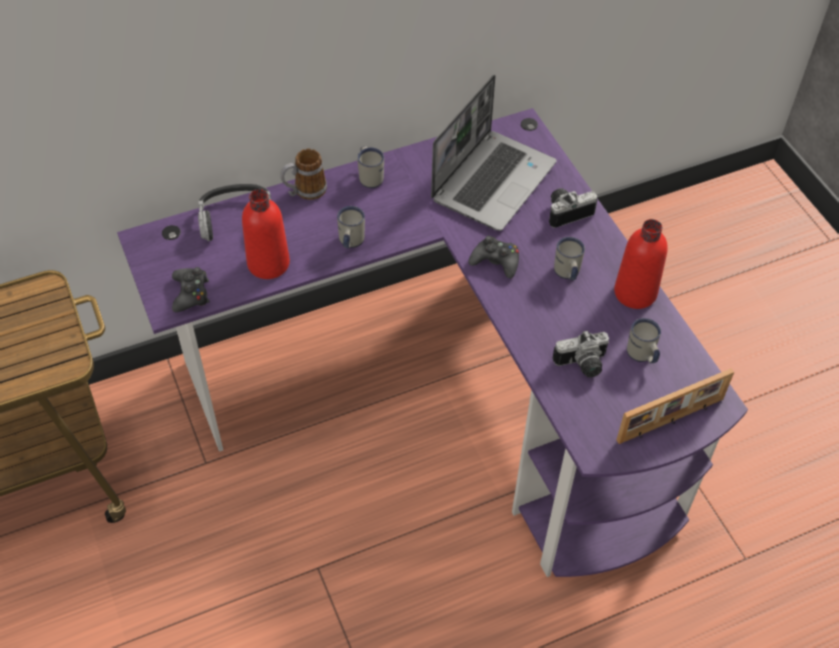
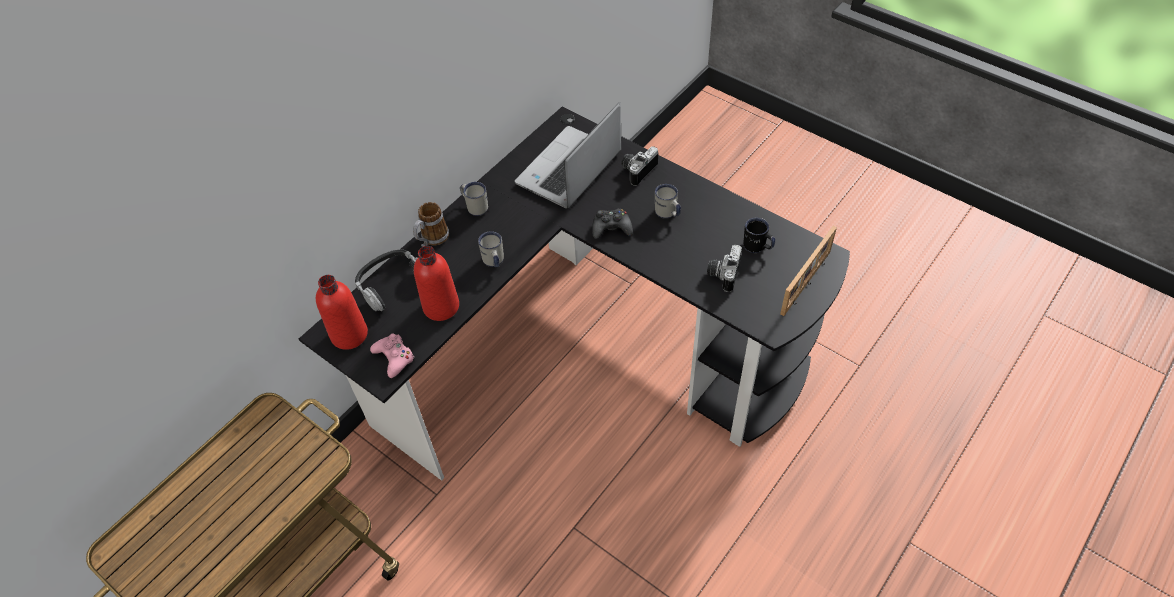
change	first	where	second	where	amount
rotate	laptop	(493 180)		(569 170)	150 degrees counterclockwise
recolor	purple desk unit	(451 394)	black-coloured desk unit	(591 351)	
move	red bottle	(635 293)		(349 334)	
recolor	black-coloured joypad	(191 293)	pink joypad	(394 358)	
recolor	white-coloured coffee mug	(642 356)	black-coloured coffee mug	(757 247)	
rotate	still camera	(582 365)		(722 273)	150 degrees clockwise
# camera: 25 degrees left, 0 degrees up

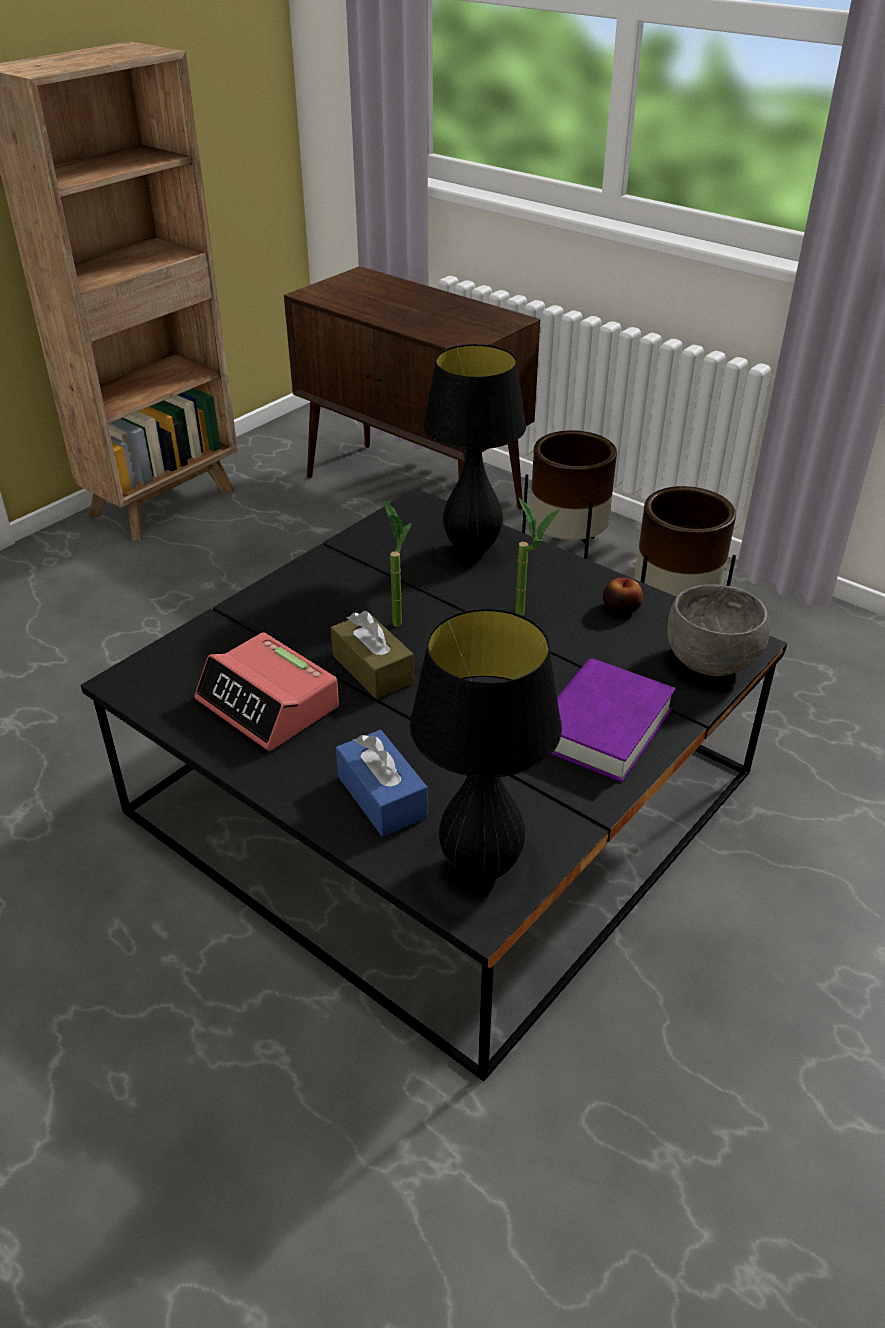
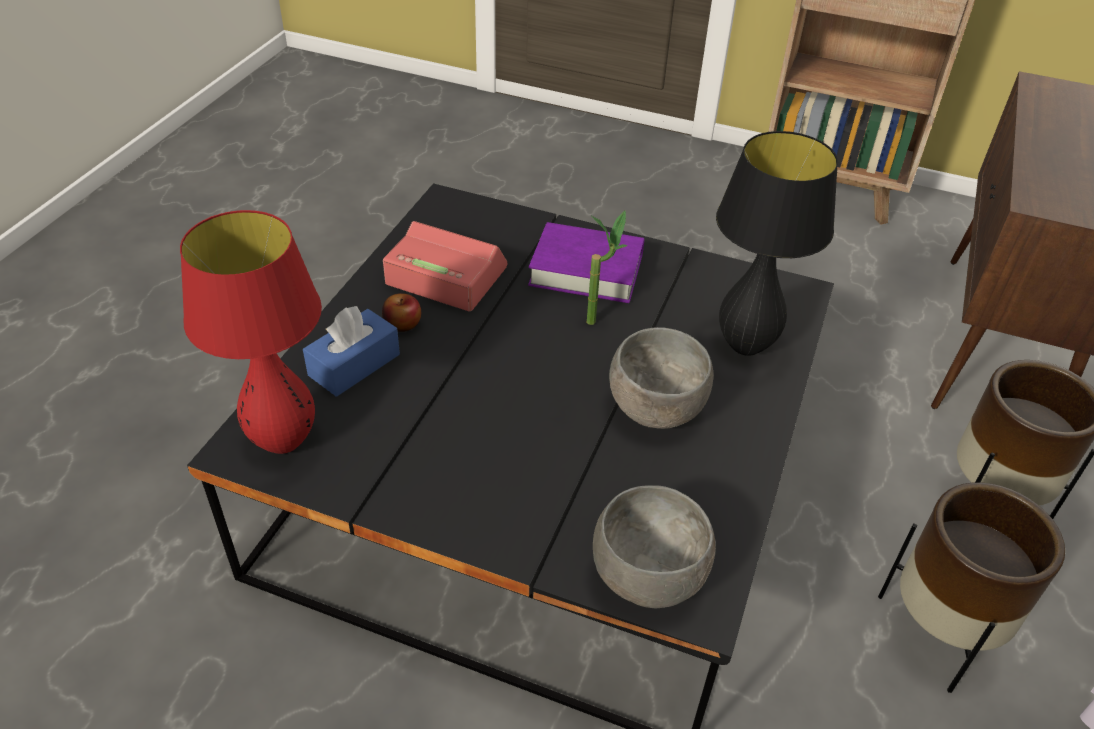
change	first	where	second	where	amount
replace	potted plant	(529 615)	grey deep dish	(654 409)	
move	apple fruit	(621 608)		(402 324)	
recolor	black-coloured table lamp	(480 869)	red table lamp	(283 441)	
delete	brown-coloured tissue box	(372 669)			
rotate	alarm clock	(269 704)		(445 276)	90 degrees clockwise
move	purple volume	(602 727)		(586 270)	
# camera: 70 degrees right, 5 degrees up

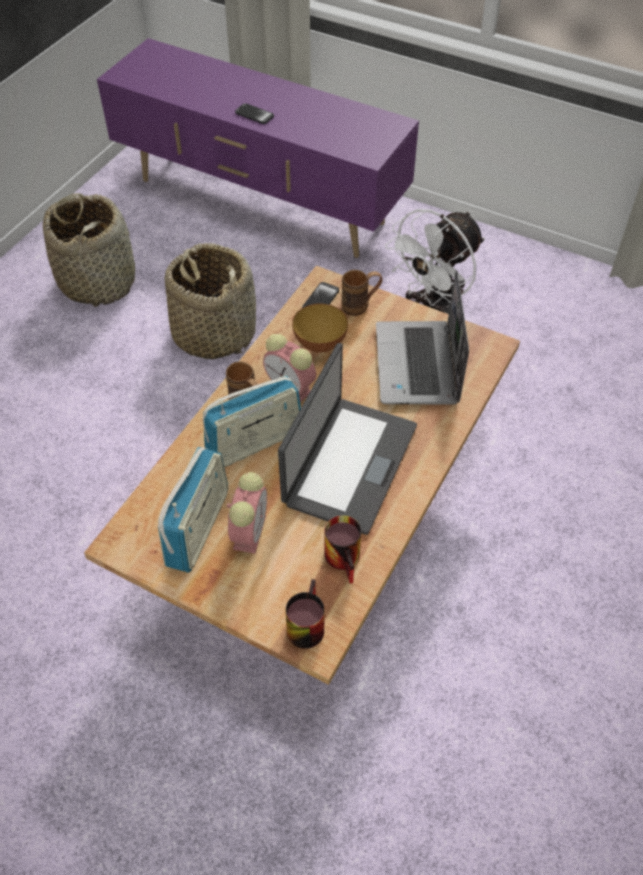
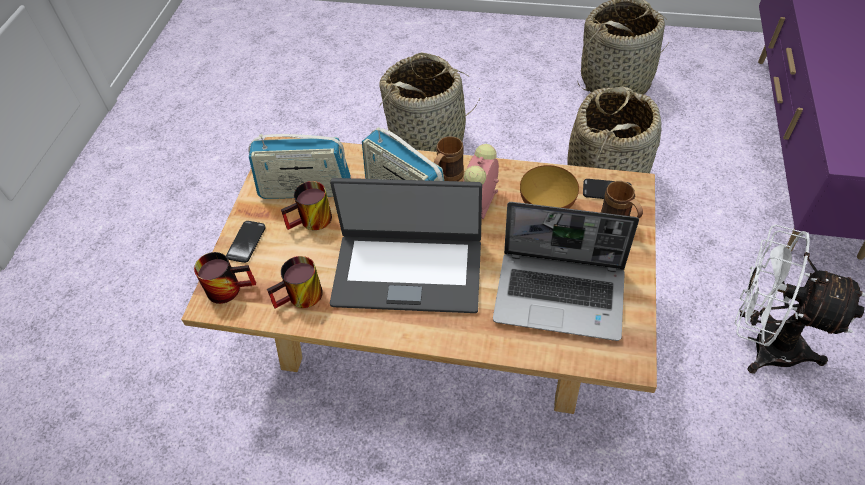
change	first	where	second	where	amount
move	phone	(254 115)		(246 242)	
rotate	laptop	(418 365)		(561 295)	150 degrees counterclockwise
replace	alarm clock	(249 530)	coffee mug	(312 222)	
insert			basket	(428 139)	
# camera: 75 degrees right, 0 degrees up

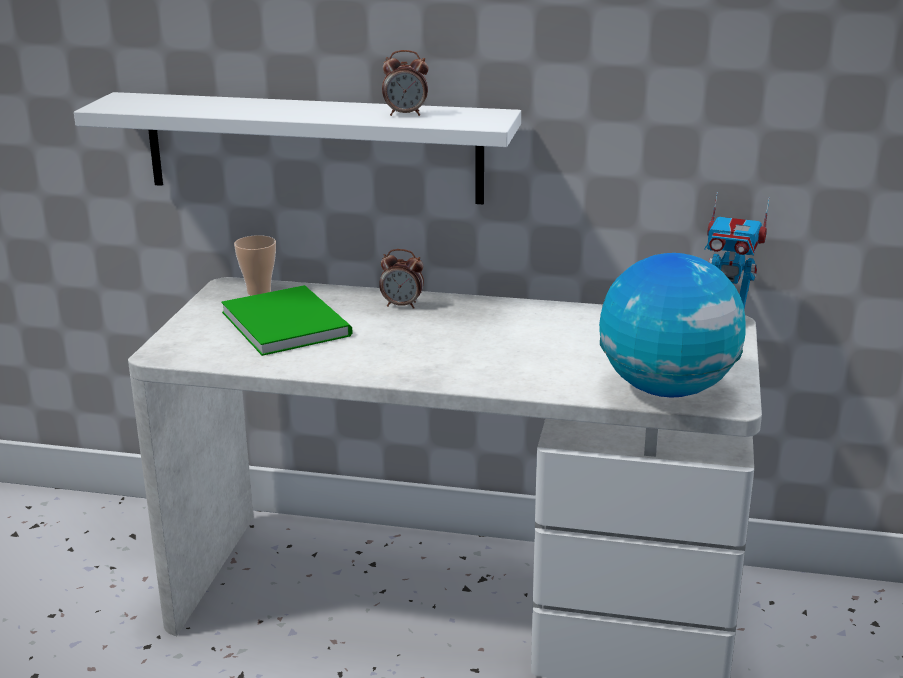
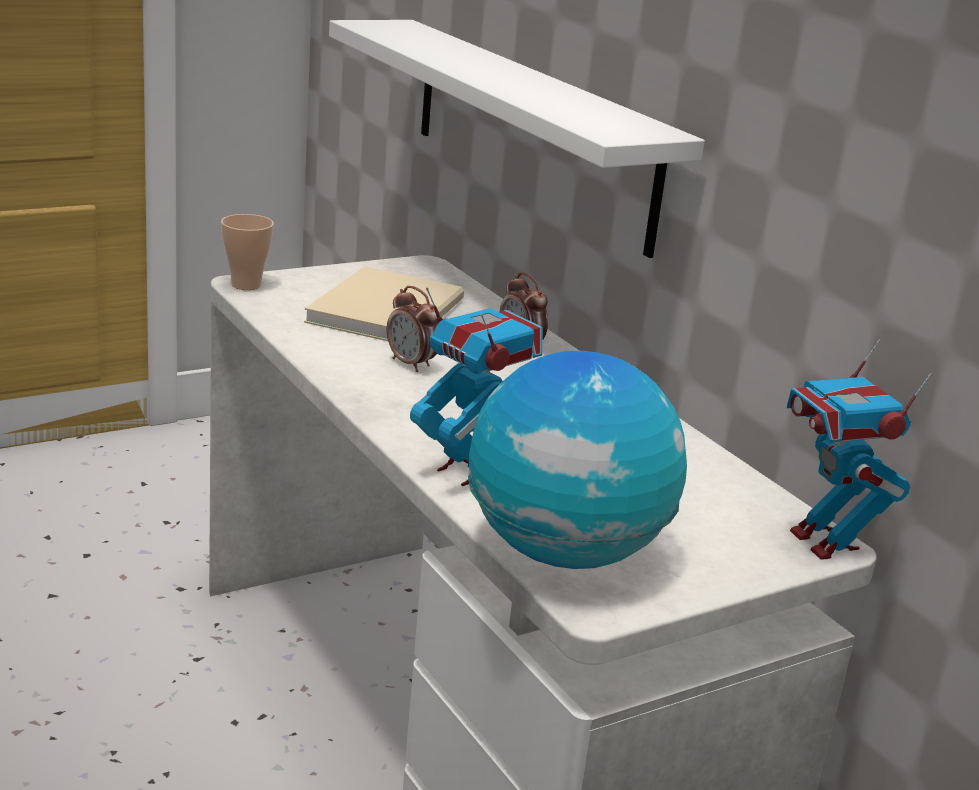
change	first	where	second	where	amount
move	alarm clock	(406 114)		(411 364)	
move	cup	(259 292)		(246 285)	
recolor	green-coloured volume	(287 322)	beige volume	(391 310)	
insert			robot figure	(468 471)	
# camera: 45 degrees right, 0 degrees up

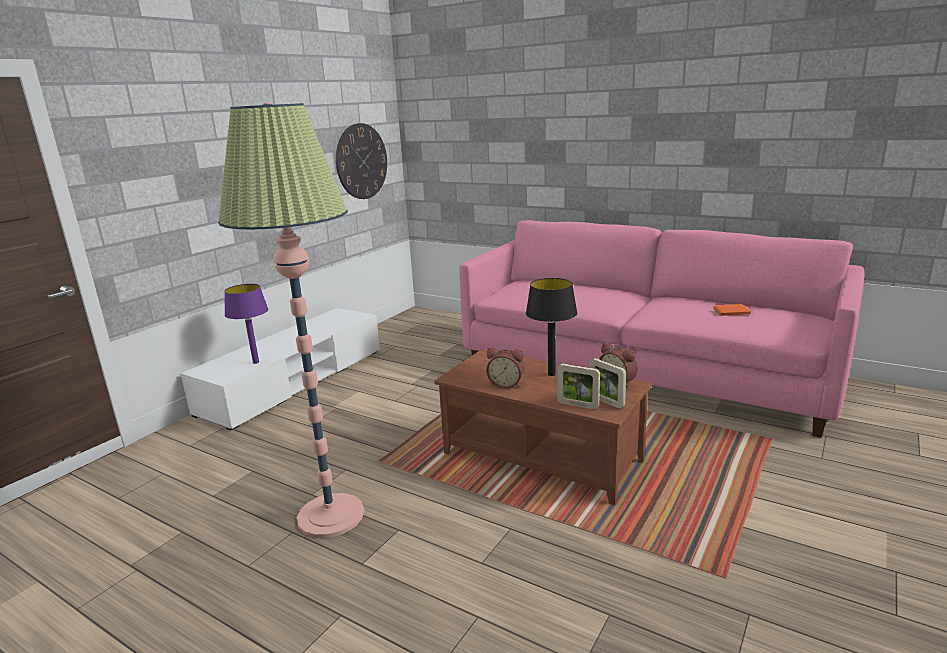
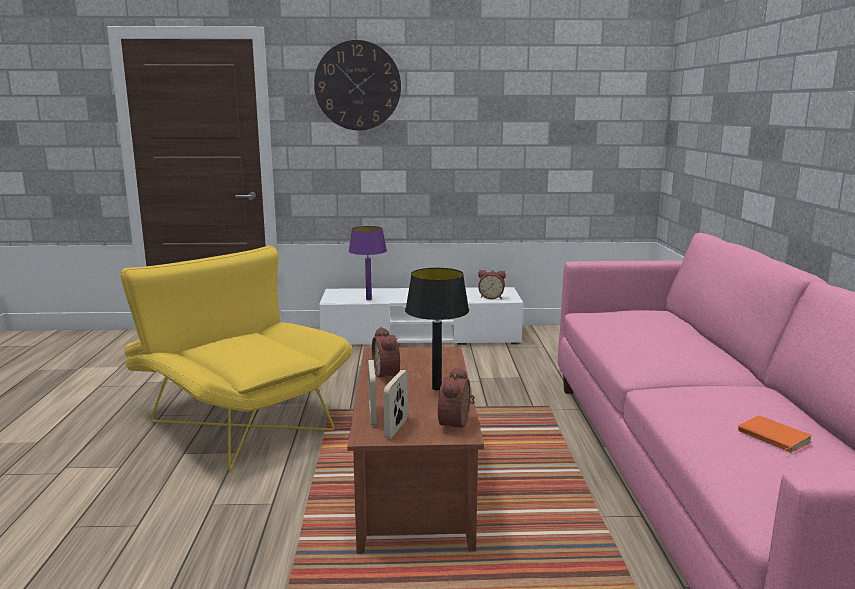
change	first	where	second	where	amount
replace	standing lamp	(330 516)	yellow easy chair	(237 420)	
move	clock on the wall	(361 161)		(357 86)	
insert			alarm clock	(491 297)	
# camera: 55 degrees right, 5 degrees down

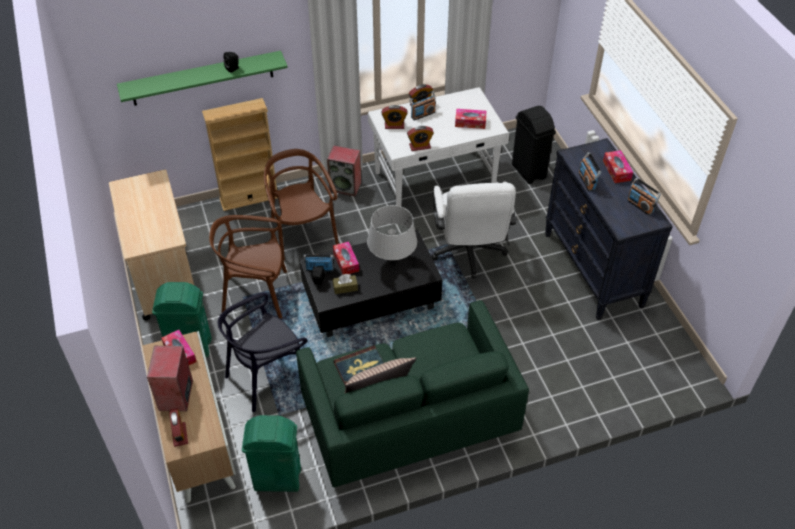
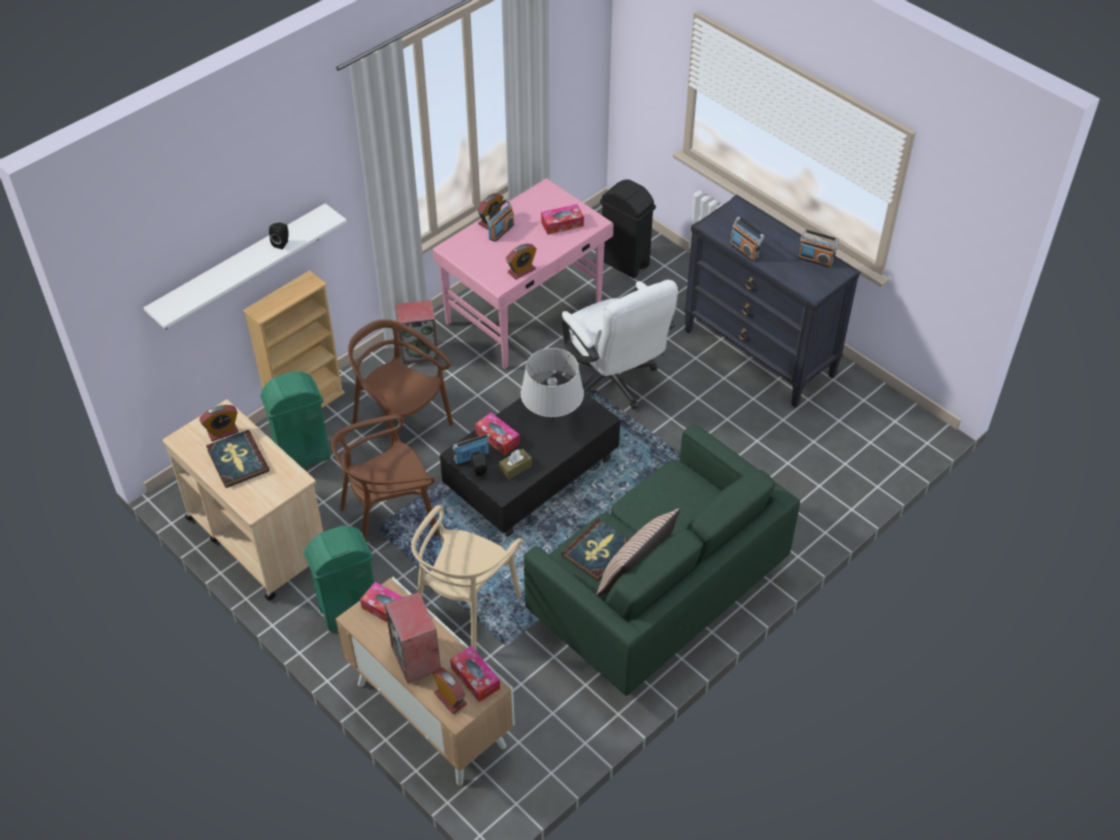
change	first	where	second	where	amount
recolor	green-coloured shelf	(202 78)	white-coloured shelf	(240 268)	
recolor	white-coloured desk unit	(435 184)	pink desk unit	(525 313)	
move	alarm clock	(394 125)		(223 432)	
move	tissue box	(616 170)		(475 678)	
recolor	black-coloured plain chair	(267 377)	beige plain chair	(465 608)	
move	green-coloured waste bin	(277 479)		(302 456)	
insert			volume	(237 461)	
# camera: 25 degrees left, 0 degrees up

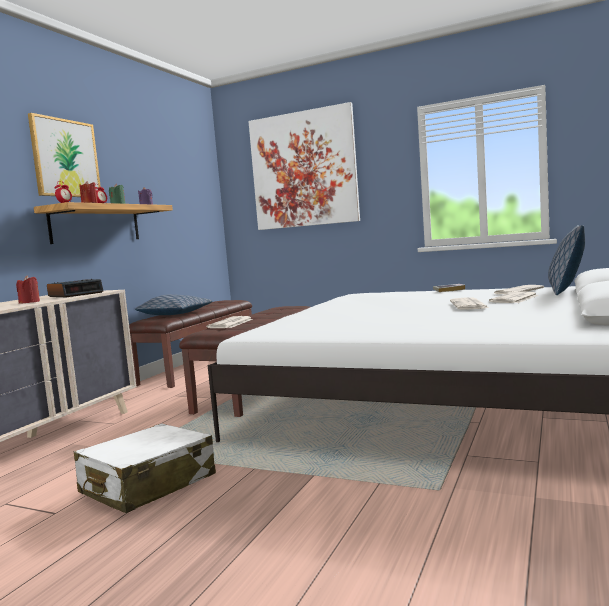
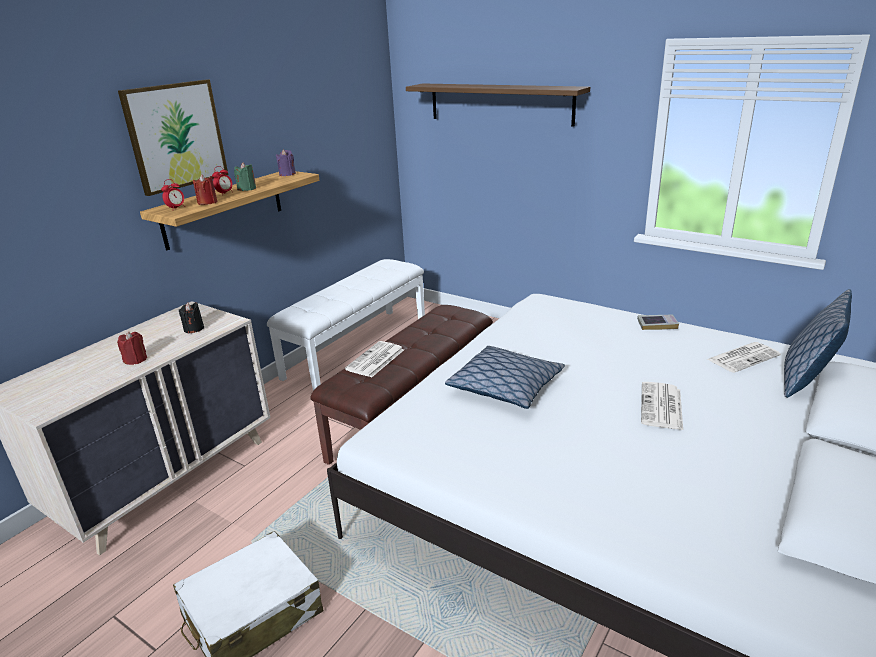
change	first	where	second	where	amount
replace	wall picture	(304 169)	shelf	(499 103)	
replace	alarm clock	(76 294)	black-coloured candle	(194 329)	
delete	daily paper	(514 299)			
move	pillow	(175 314)		(506 387)	
recolor	brown-coloured long seat	(199 366)	white-coloured long seat	(357 348)	
# camera: 10 degrees right, 20 degrees up

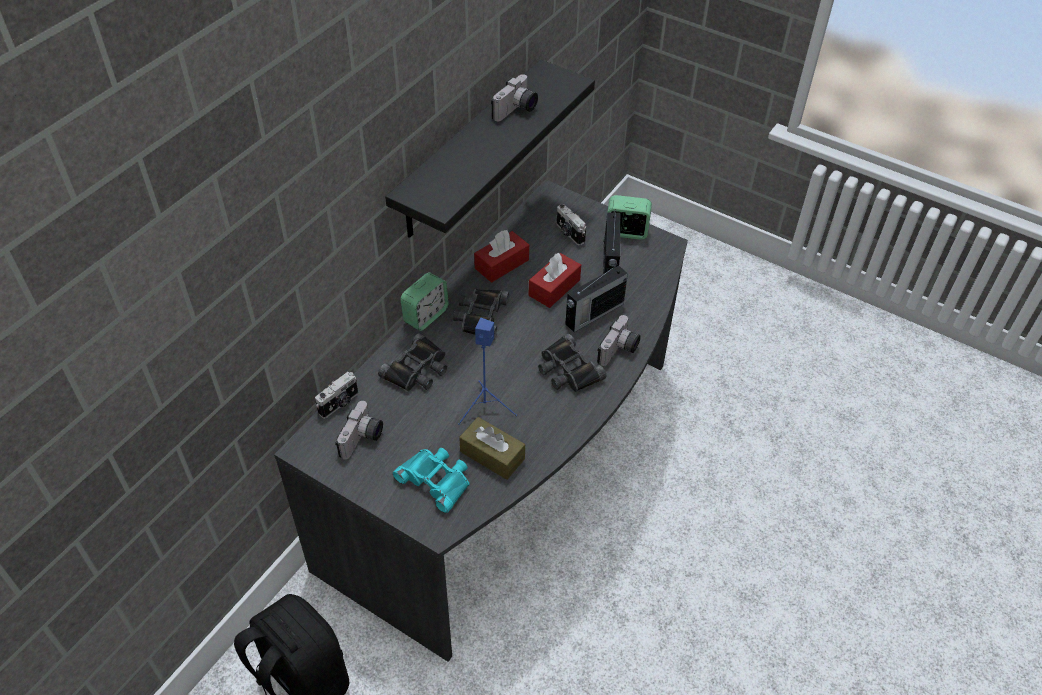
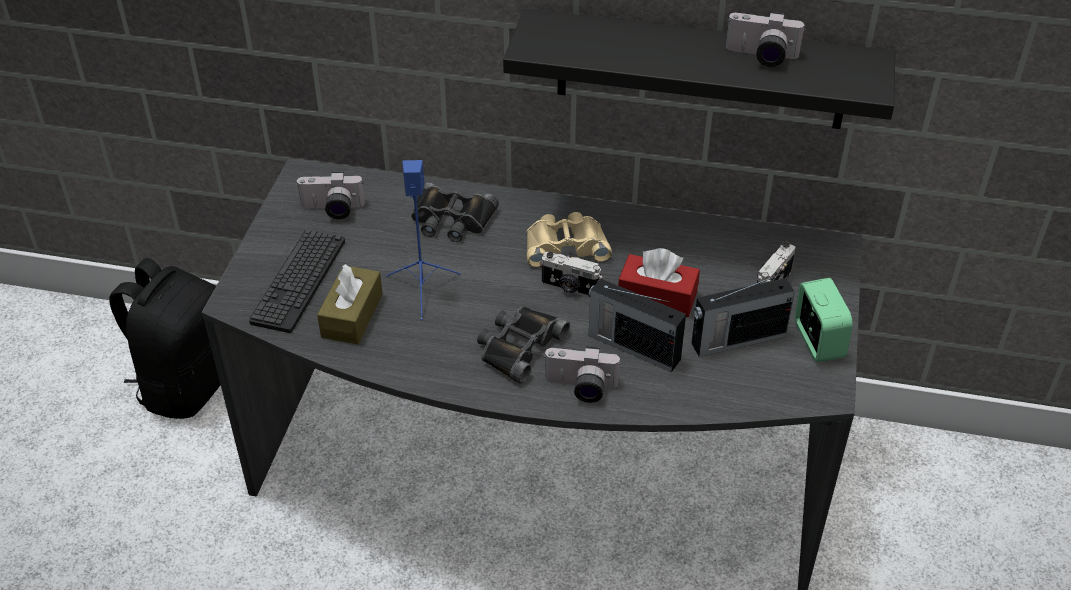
change	first	where	second	where	amount
delete	red tissue box	(501 264)			
delete	alarm clock	(426 316)			
recolor	black-coloured field glasses	(480 316)	beige field glasses	(565 245)	
move	still camera	(339 404)		(569 288)	
replace	blue-green field glasses	(436 480)	keyboard	(299 281)	
# camera: 70 degrees right, 5 degrees down

